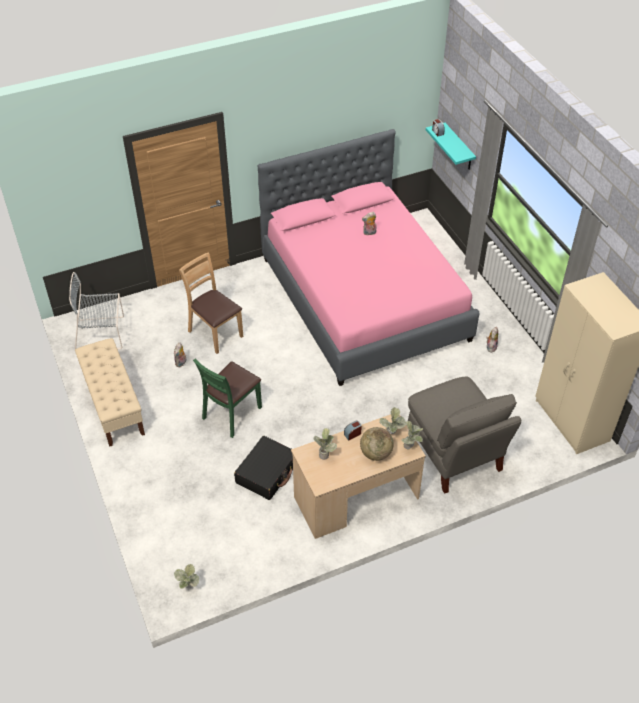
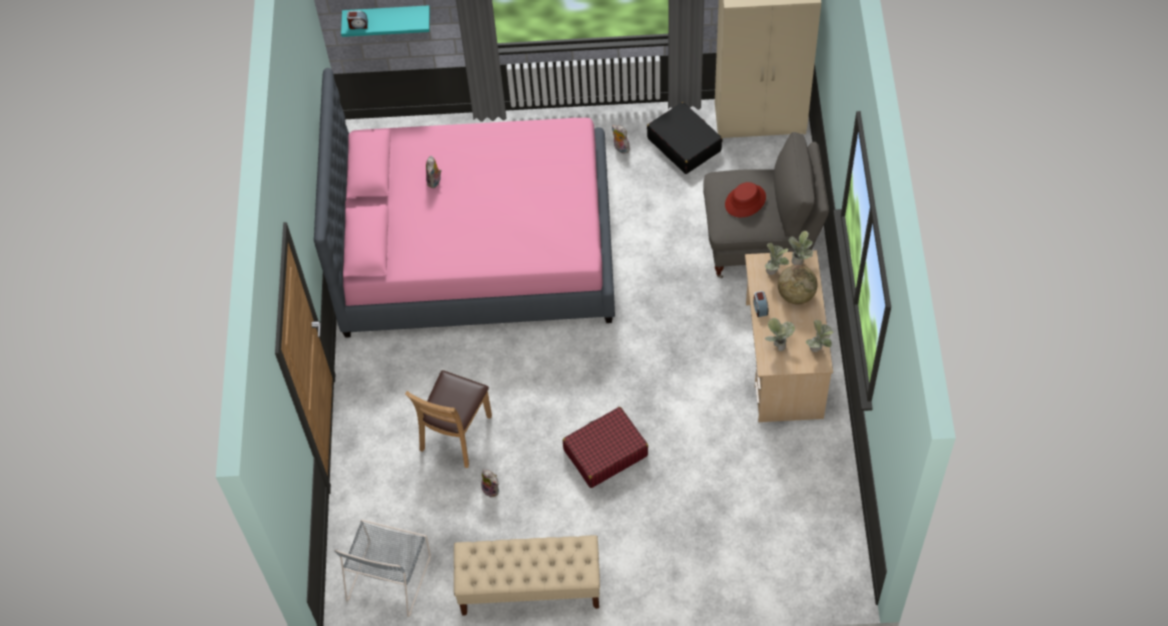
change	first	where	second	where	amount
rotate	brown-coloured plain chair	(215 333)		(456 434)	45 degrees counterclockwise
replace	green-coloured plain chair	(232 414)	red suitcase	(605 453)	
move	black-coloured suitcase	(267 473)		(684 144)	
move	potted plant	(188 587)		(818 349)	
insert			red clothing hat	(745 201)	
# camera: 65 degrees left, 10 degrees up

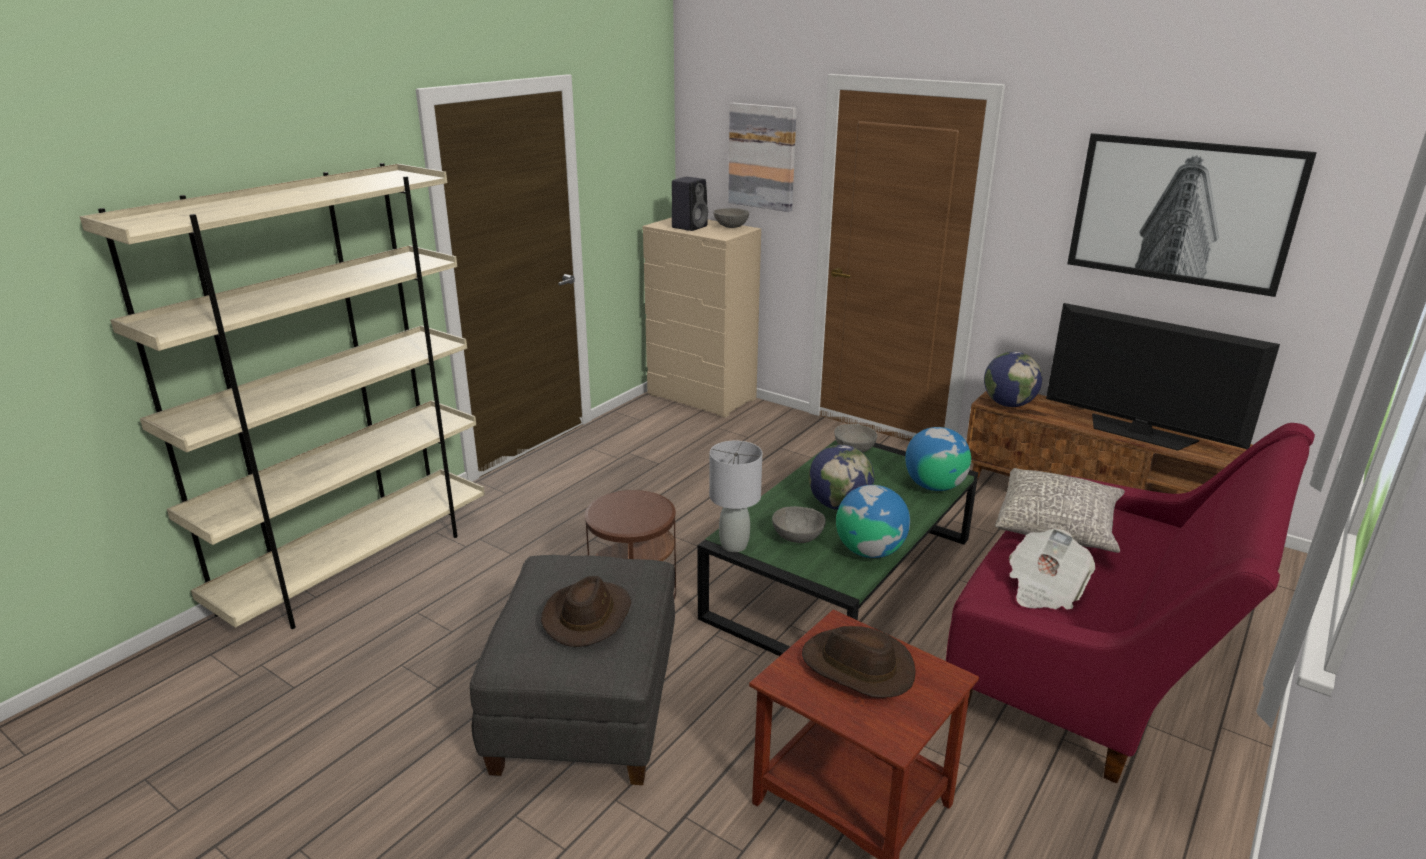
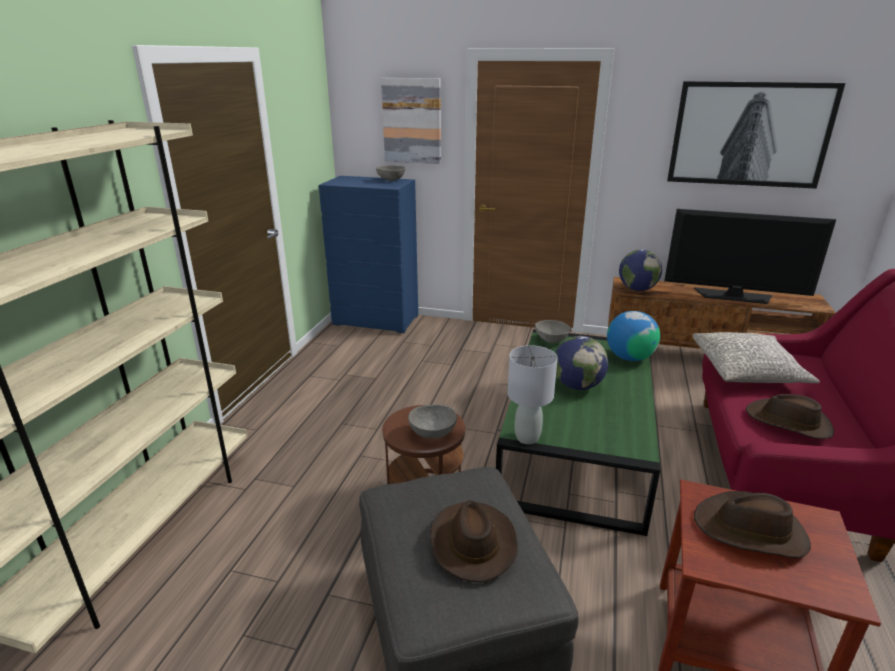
change	first	where	second	where	amount
delete	black-coloured speaker	(690 226)			
recolor	beige dresser	(702 397)	bluish dresser	(376 320)	
delete	world globe	(869 551)			
move	grey deep dish	(797 538)		(432 433)	
replace	daily paper	(1044 589)	brown-coloured clothing hat	(788 422)	
# camera: 20 degrees left, 0 degrees up

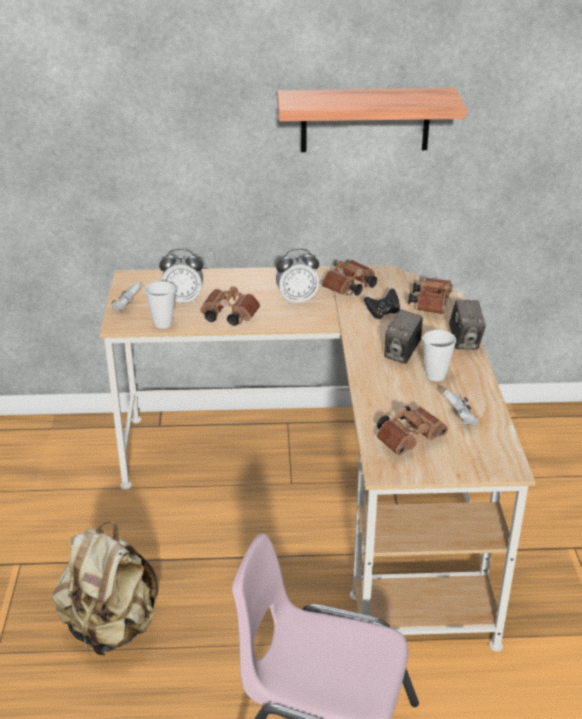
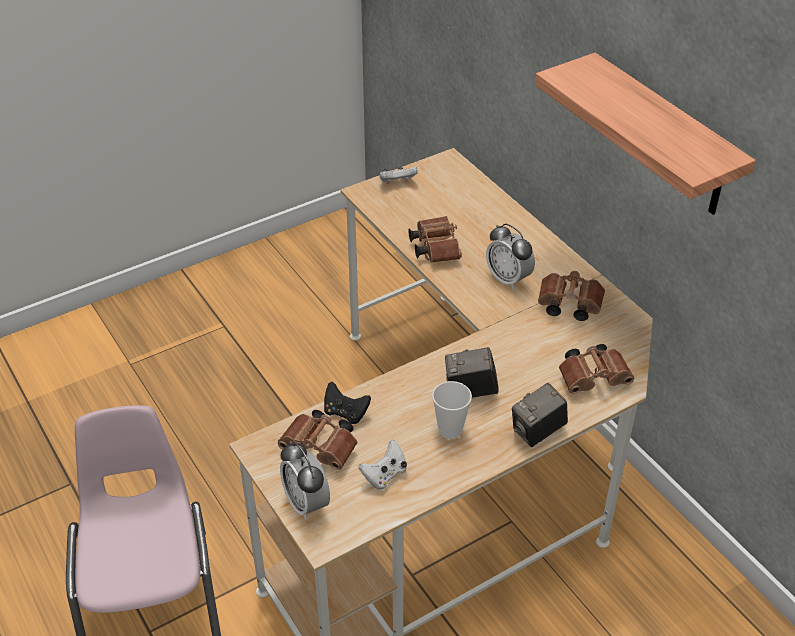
change	first	where	second	where	amount
move	alarm clock	(183 300)		(306 503)	
delete	cup	(163 324)			
move	black-coloured joypad	(382 313)		(345 413)	
delete	beige knapsack	(111 628)			
# camera: 60 degrees right, 10 degrees up

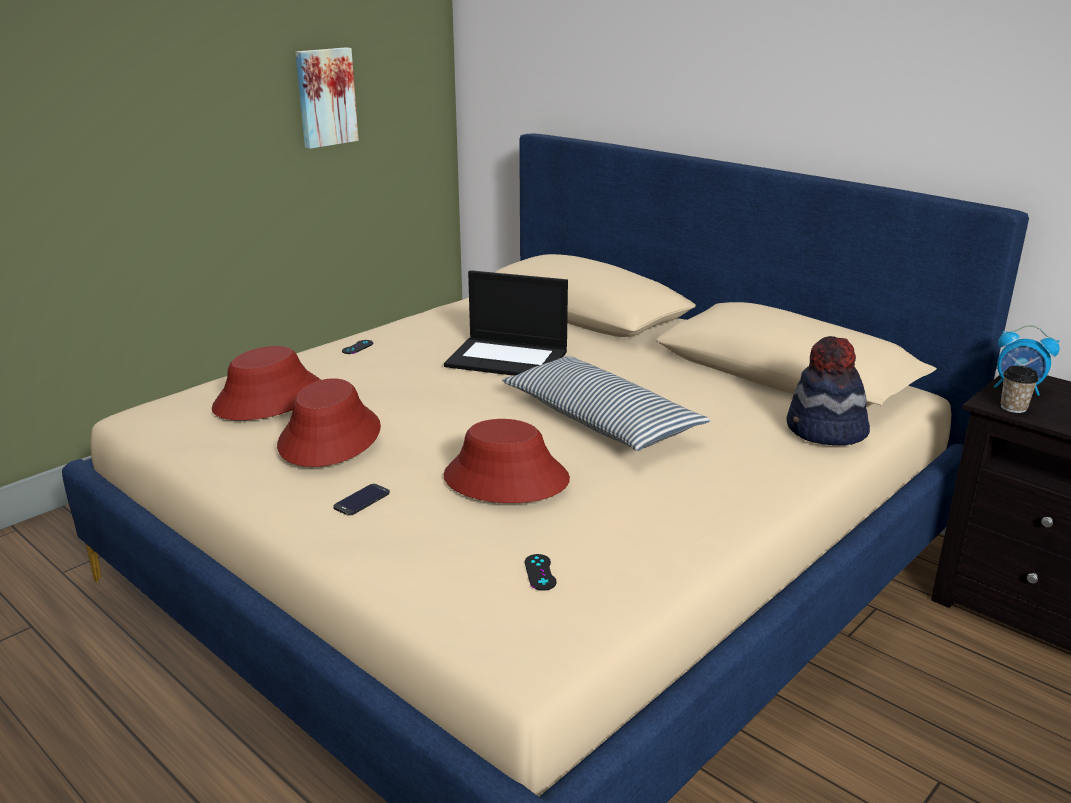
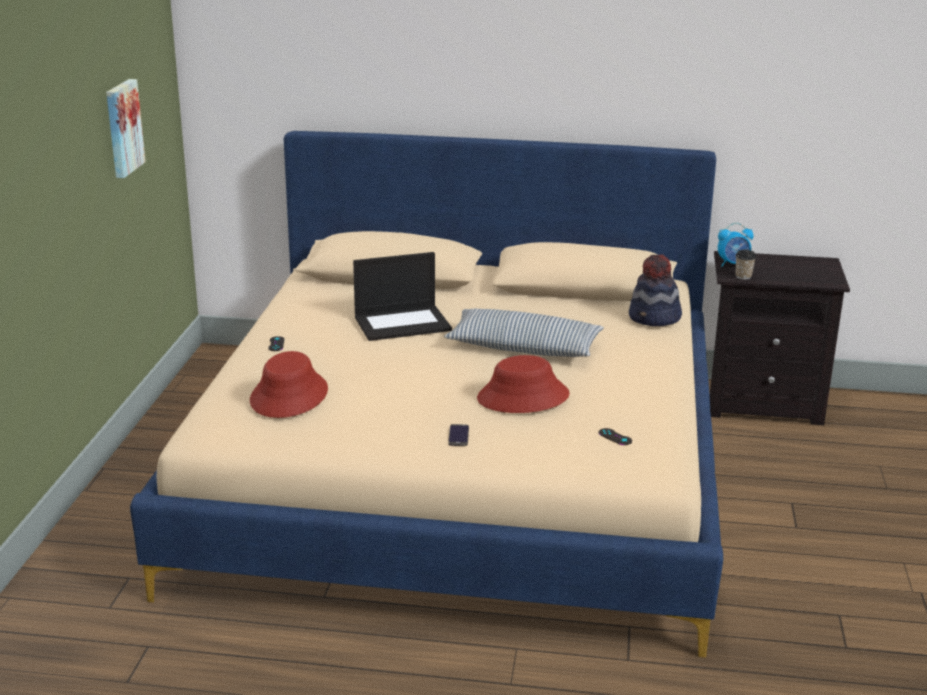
change	first	where	second	where	amount
delete	red clothing hat	(330 437)			
# camera: 35 degrees left, 0 degrees up

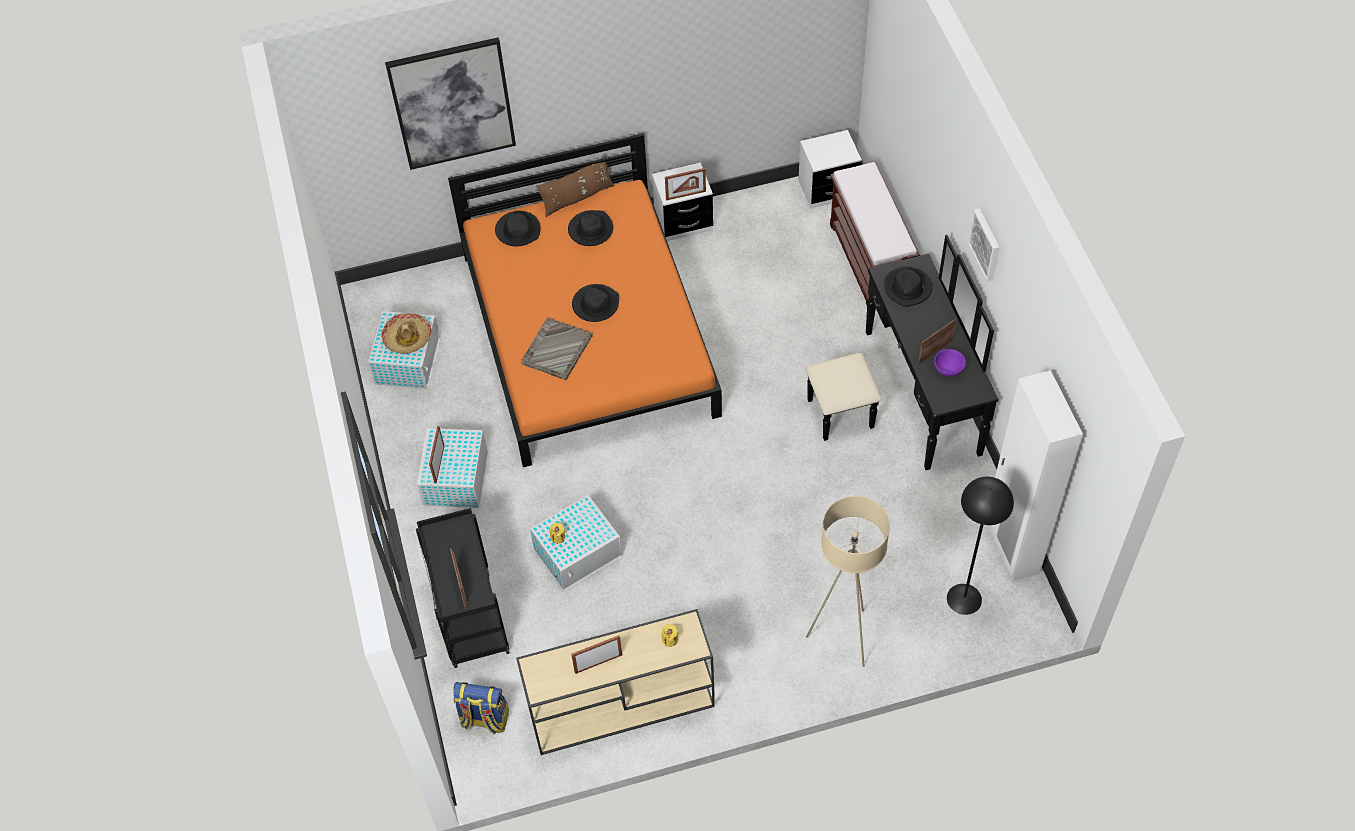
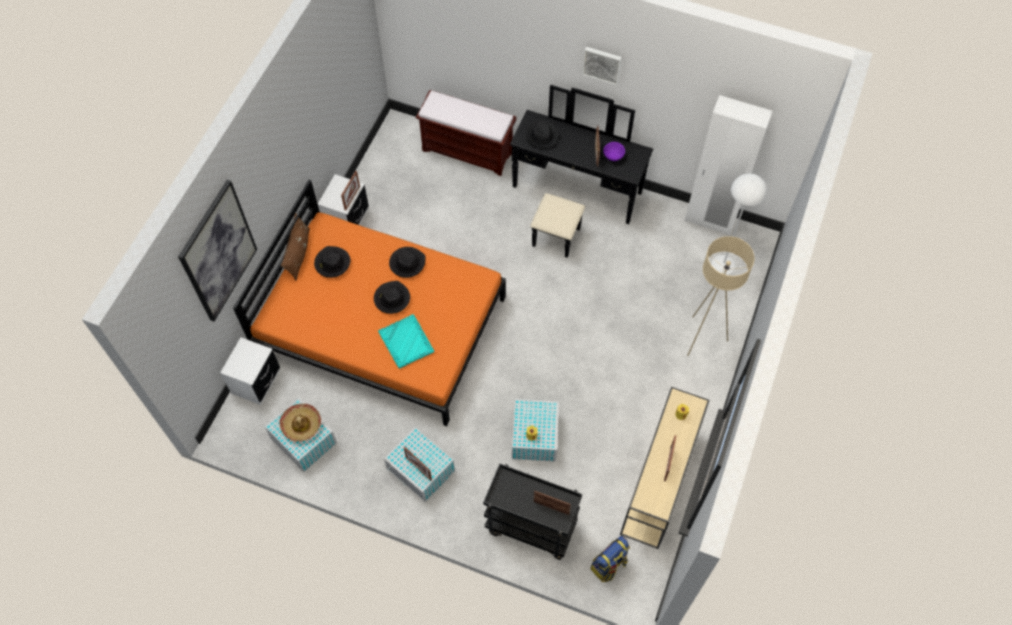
change	first	where	second	where	amount
move	white-coloured bedside table	(828 189)		(256 382)	
move	black-coloured clothing hat	(518 230)		(407 263)	
recolor	grey carrying tray	(556 350)	blue-green carrying tray	(406 342)	
recolor	black-coloured standing lamp	(964 598)	white-coloured standing lamp	(723 264)	
# camera: 55 degrees left, 5 degrees up

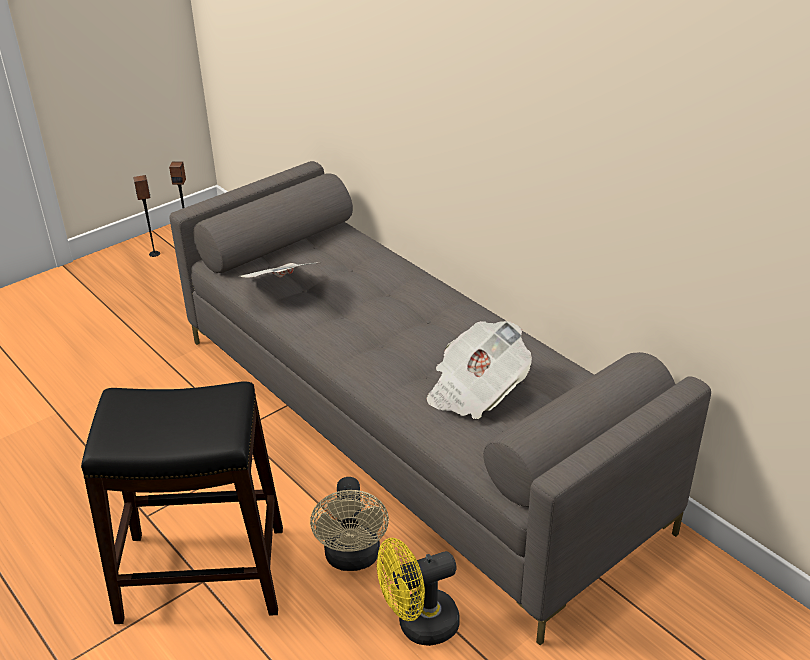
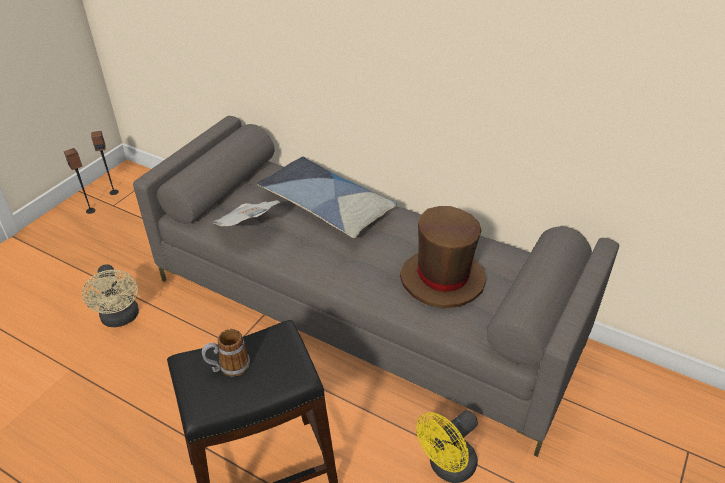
change	first	where	second	where	amount
replace	daily paper	(475 391)	brown-coloured clothing hat	(442 280)	
move	beige fan	(353 558)		(121 318)	
insert			pillow	(326 206)	
insert			coffee mug	(228 367)	
# camera: 20 degrees left, 5 degrees up

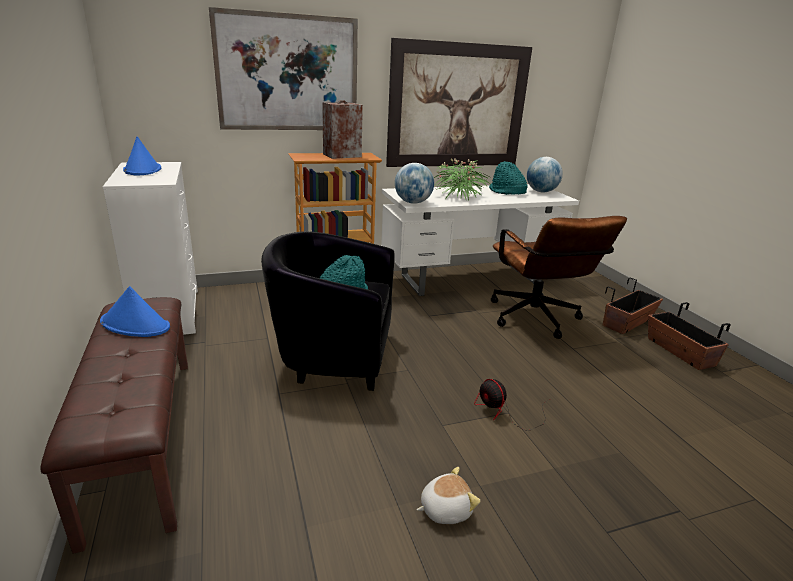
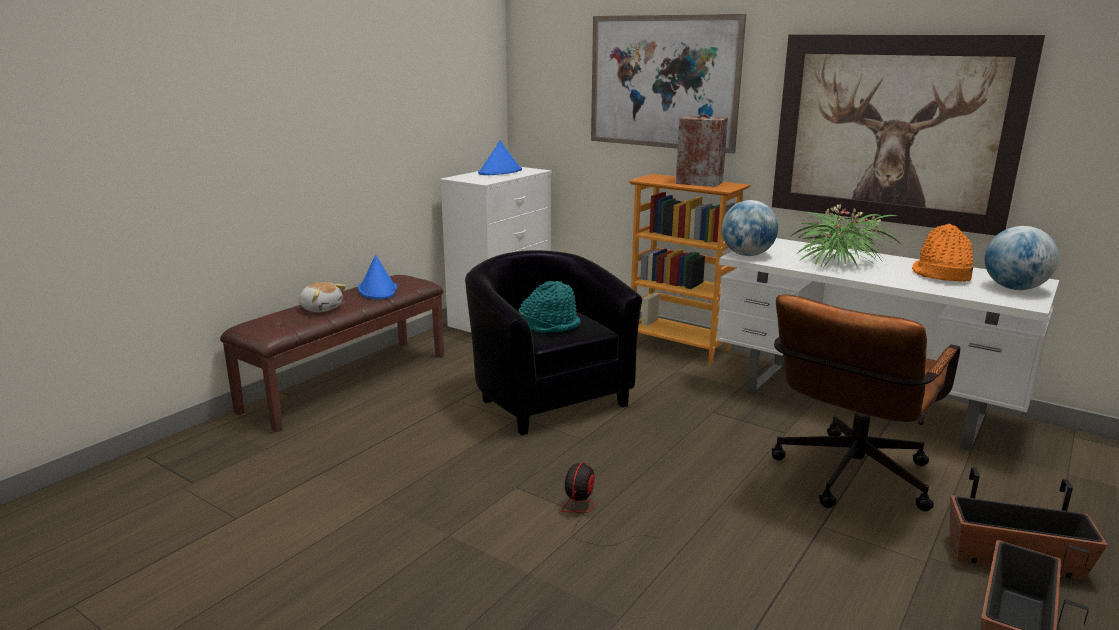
change	first	where	second	where	amount
recolor	blue-green clothing hat	(506 192)	orange-coloured clothing hat	(941 275)	
move	soft toy	(445 509)		(321 308)	
# camera: 55 degrees right, 5 degrees down

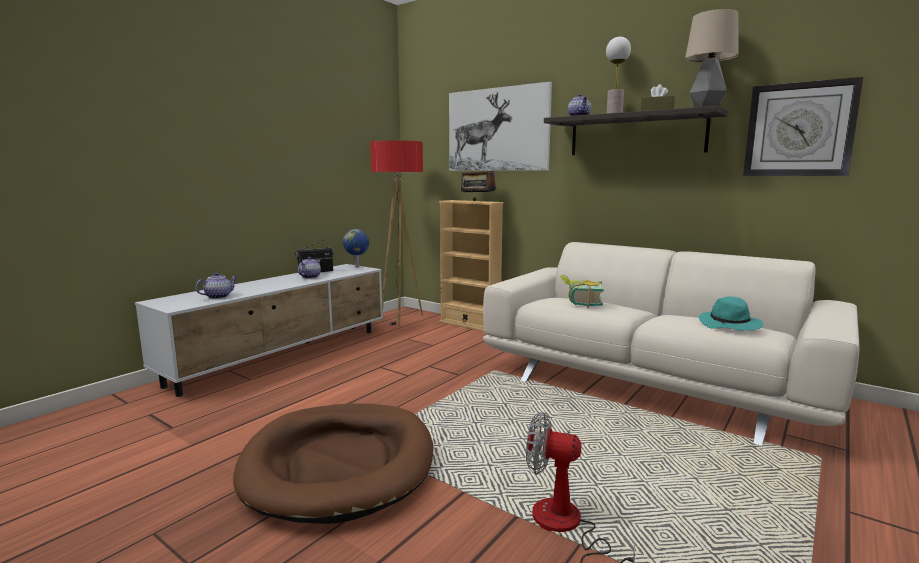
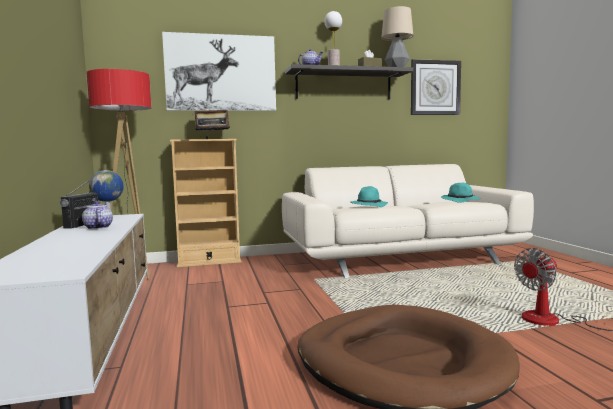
change	first	where	second	where	amount
delete	teapot	(218 296)			
replace	volume	(580 302)	blue-green clothing hat	(368 205)	
# camera: 50 degrees left, 5 degrees down

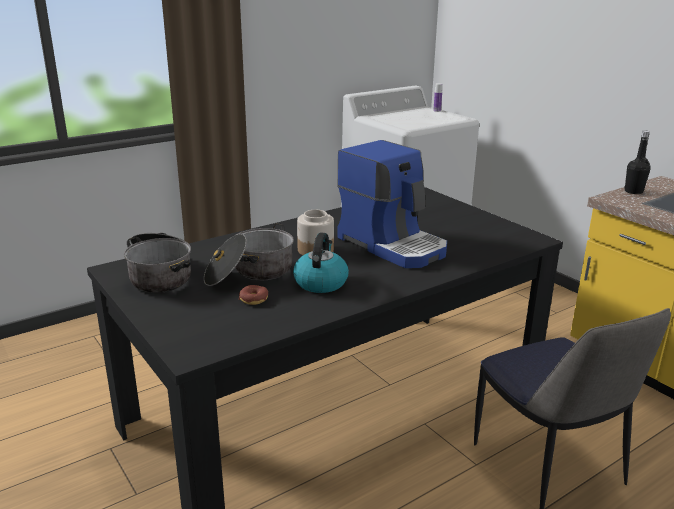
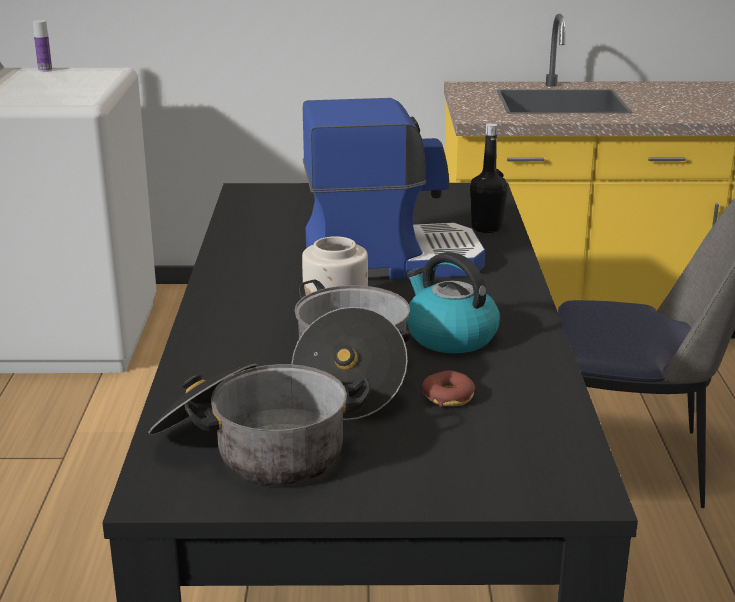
change	first	where	second	where	amount
move	black-coloured bottle	(633 191)		(486 228)	
# camera: 55 degrees left, 0 degrees up

